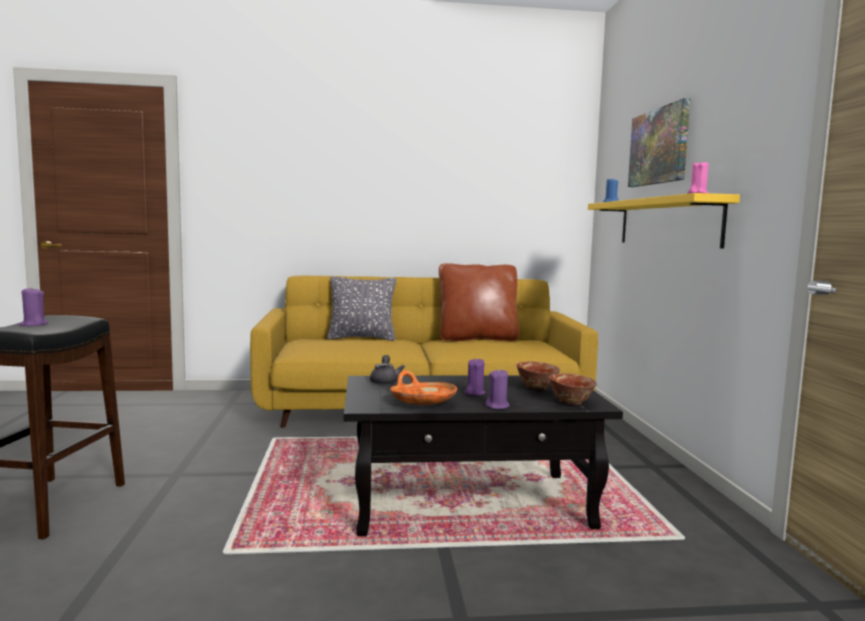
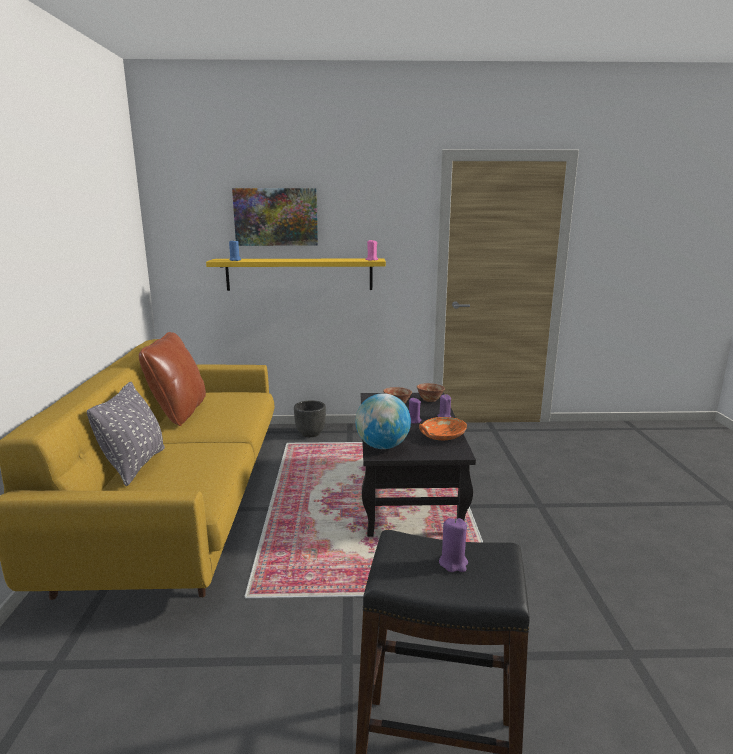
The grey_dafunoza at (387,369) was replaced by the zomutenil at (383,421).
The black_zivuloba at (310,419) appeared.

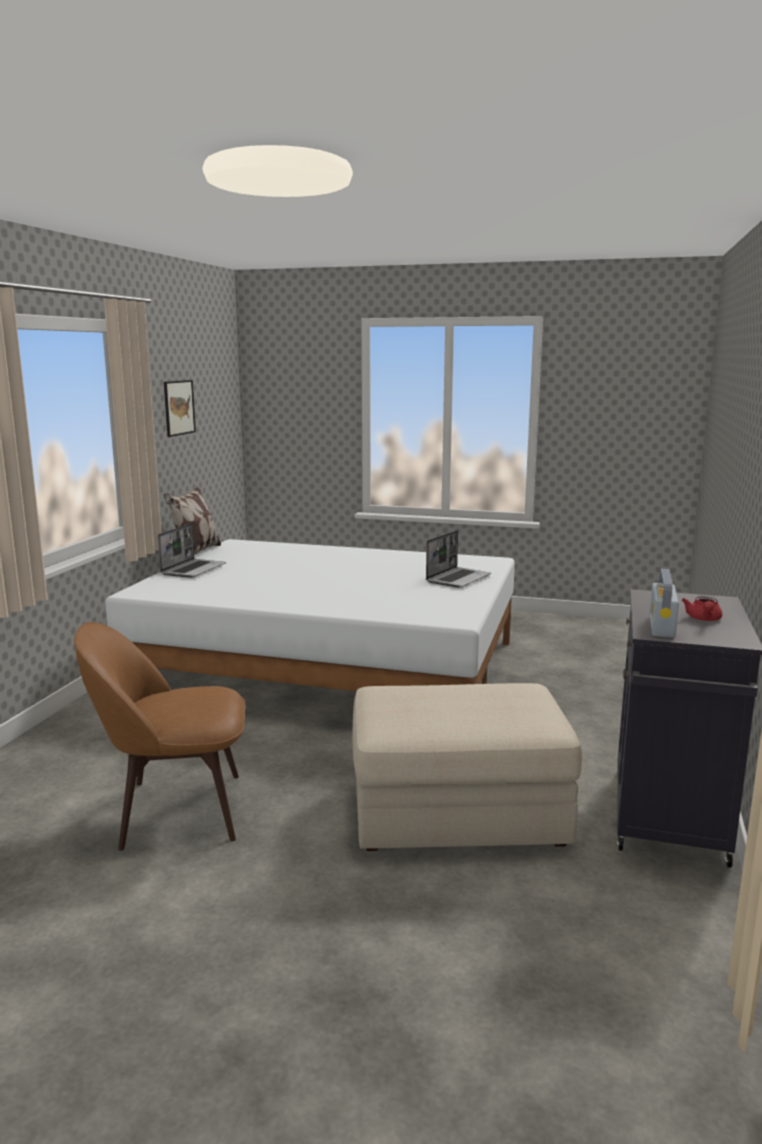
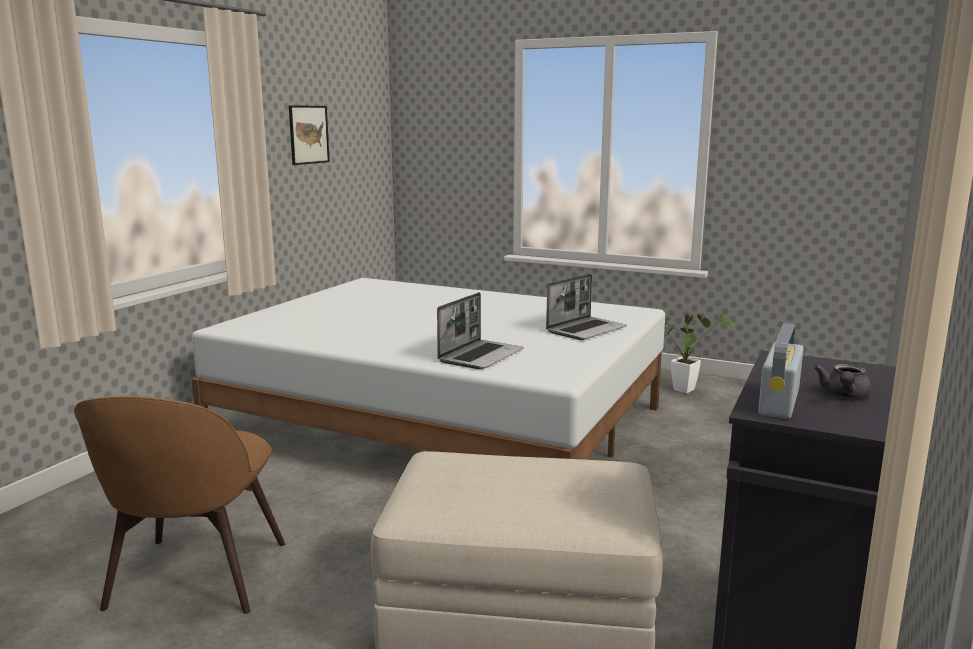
The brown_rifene at (159,736) turned 90 degrees counterclockwise.
The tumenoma moved from (192,550) to (480,330).
The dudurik at (192,521) disappeared.
The red_dafunoza at (702,608) became the grey_dafunoza at (843,381).
The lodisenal at (699,354) appeared.

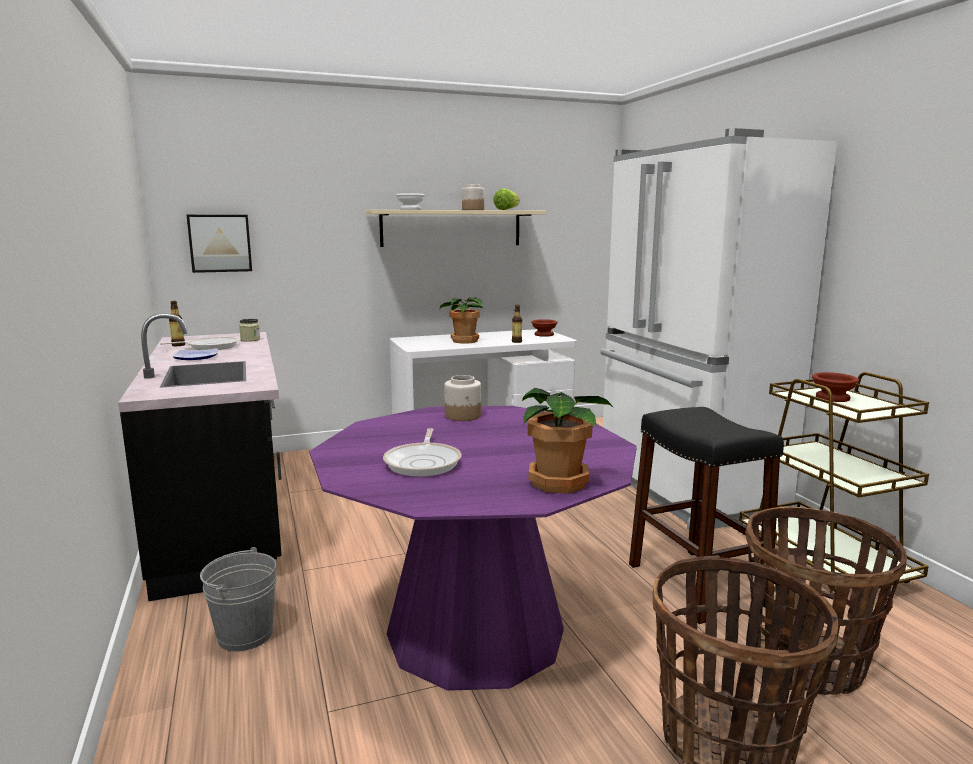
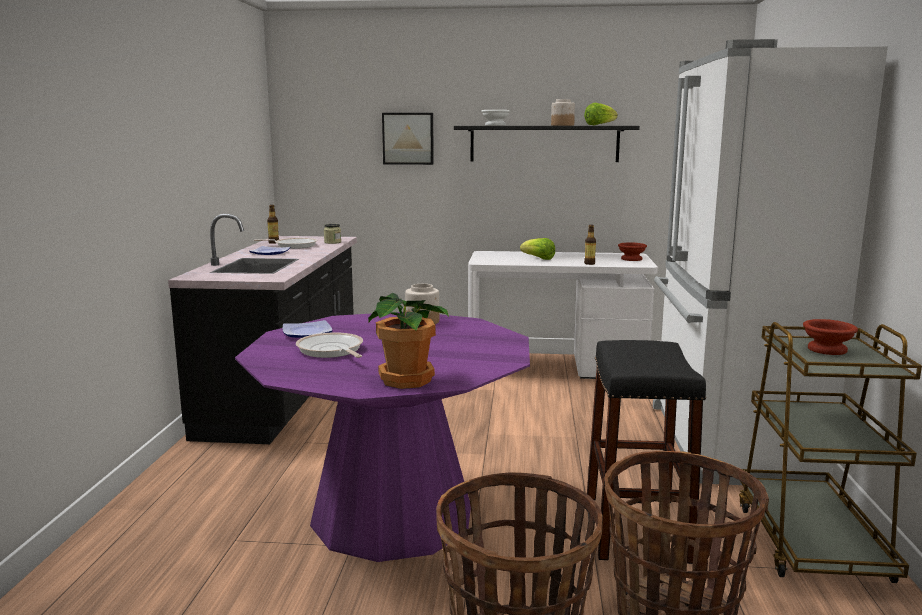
The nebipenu moved from (219,244) to (408,139).
The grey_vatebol at (238,599) disappeared.
The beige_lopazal at (456,228) became the black_lopazal at (547,144).
The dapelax at (422,452) turned 120 degrees clockwise.
The lodisenal at (461,320) was replaced by the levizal at (537,249).
The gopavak at (307,329) appeared.

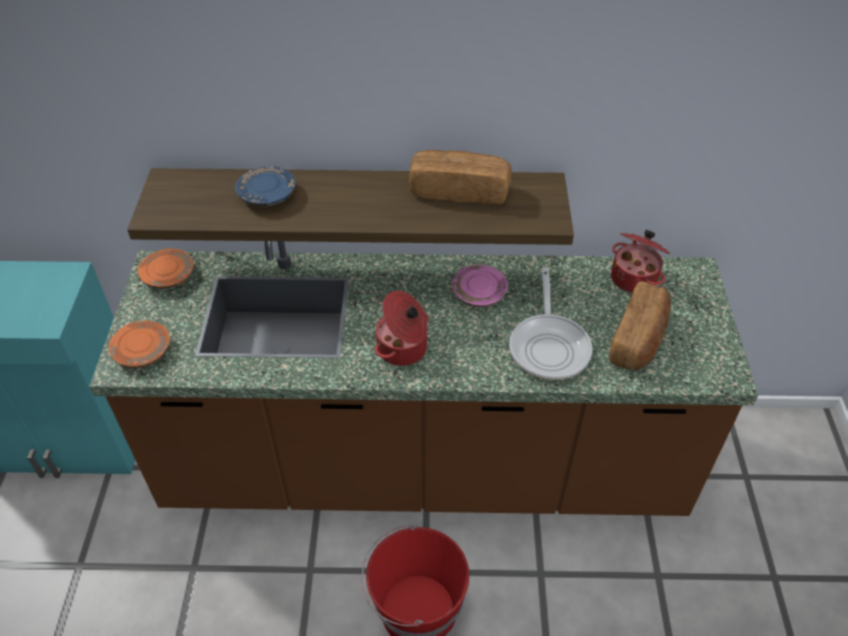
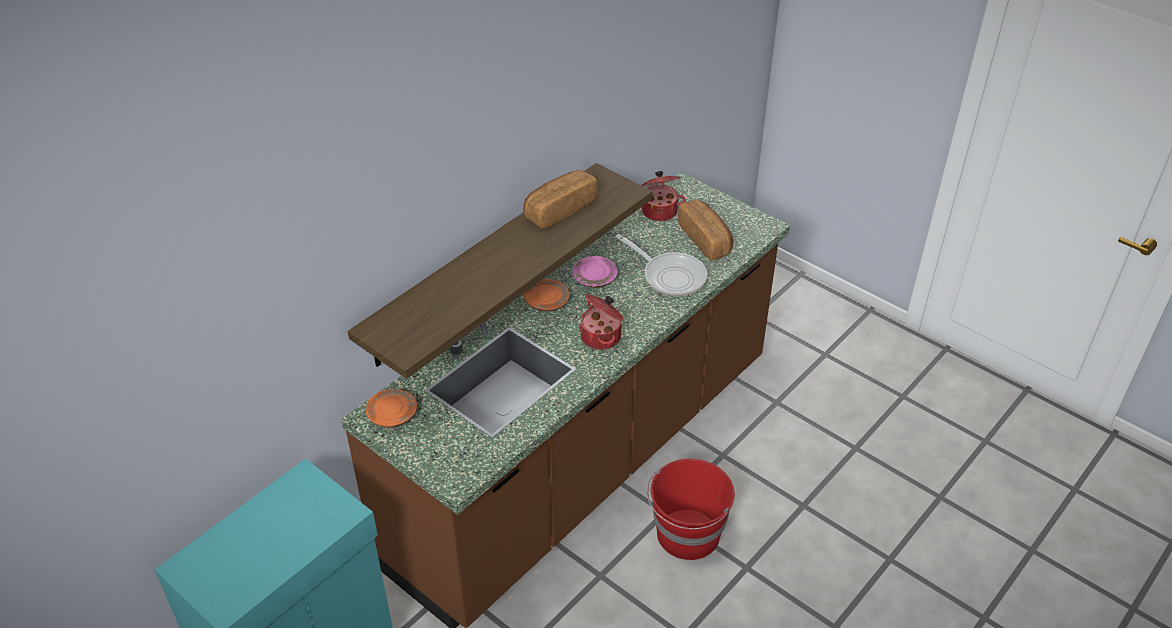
The orange_gopavak moved from (139,344) to (547,295).
The blue_gopavak at (265,186) disappeared.

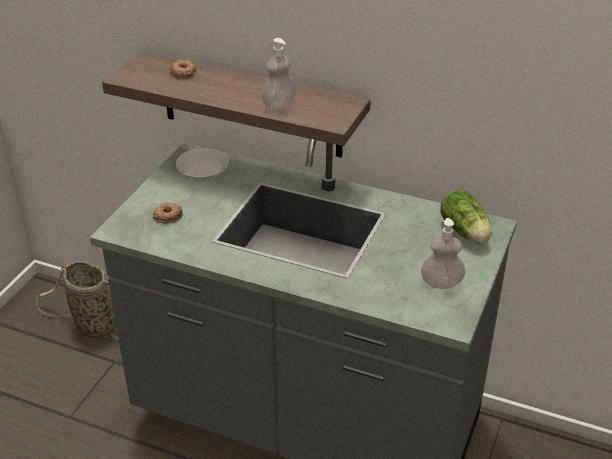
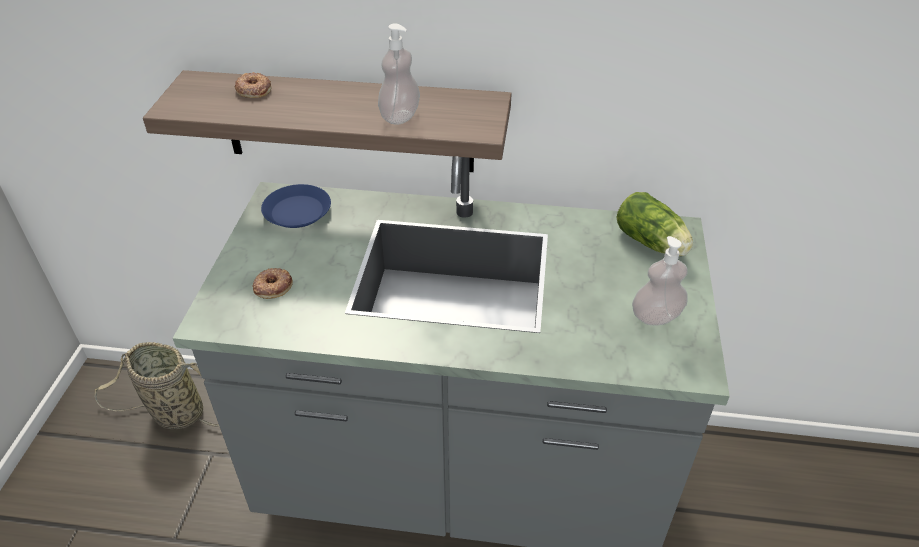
The white_gopavak at (202,163) became the blue_gopavak at (296,206).

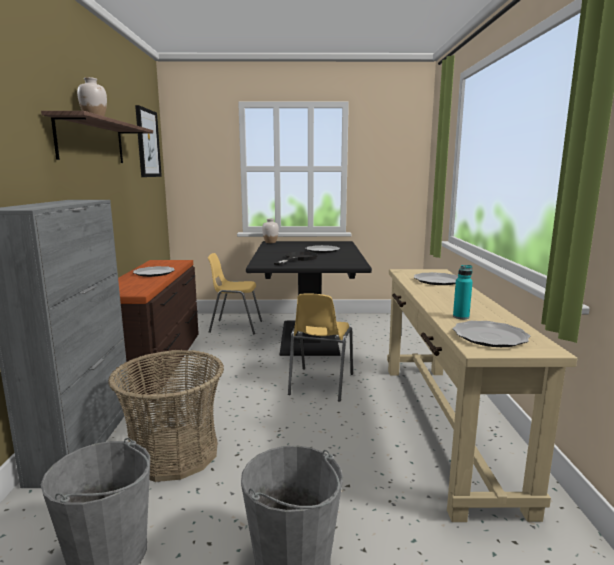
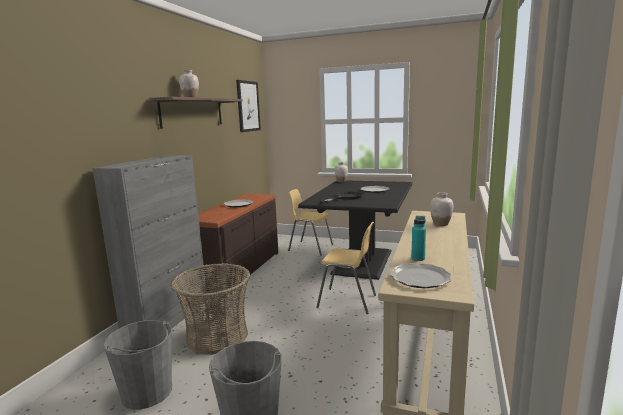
The yellow_rifene at (320,347) turned 105 degrees counterclockwise.
The gopavak at (436,278) was replaced by the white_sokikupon at (441,209).

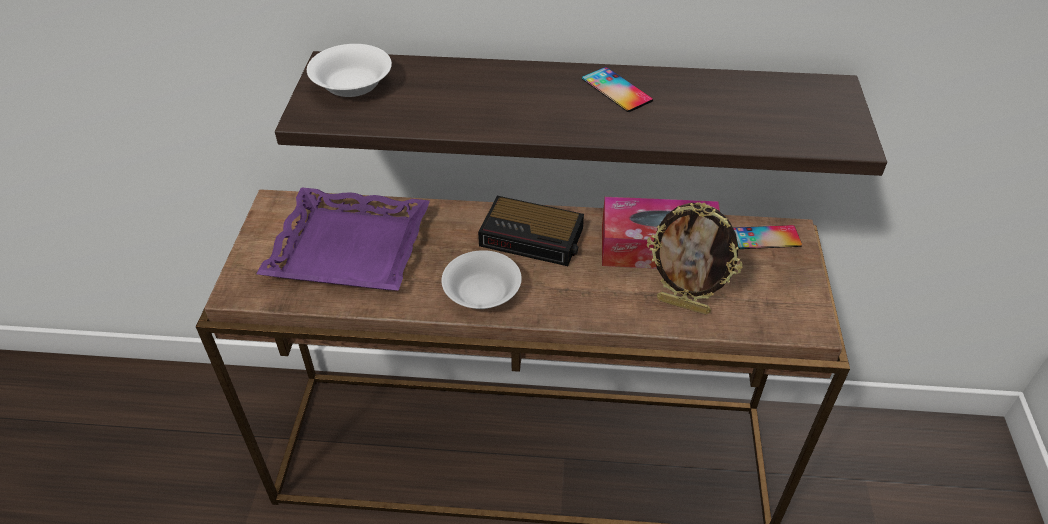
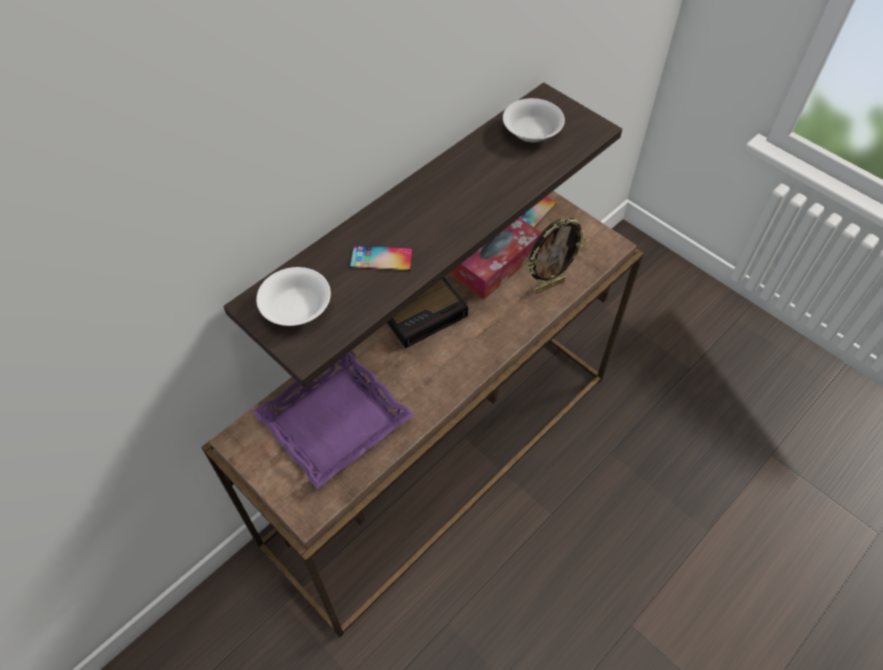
The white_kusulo moved from (481,279) to (534,120).
The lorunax moved from (617,89) to (381,258).

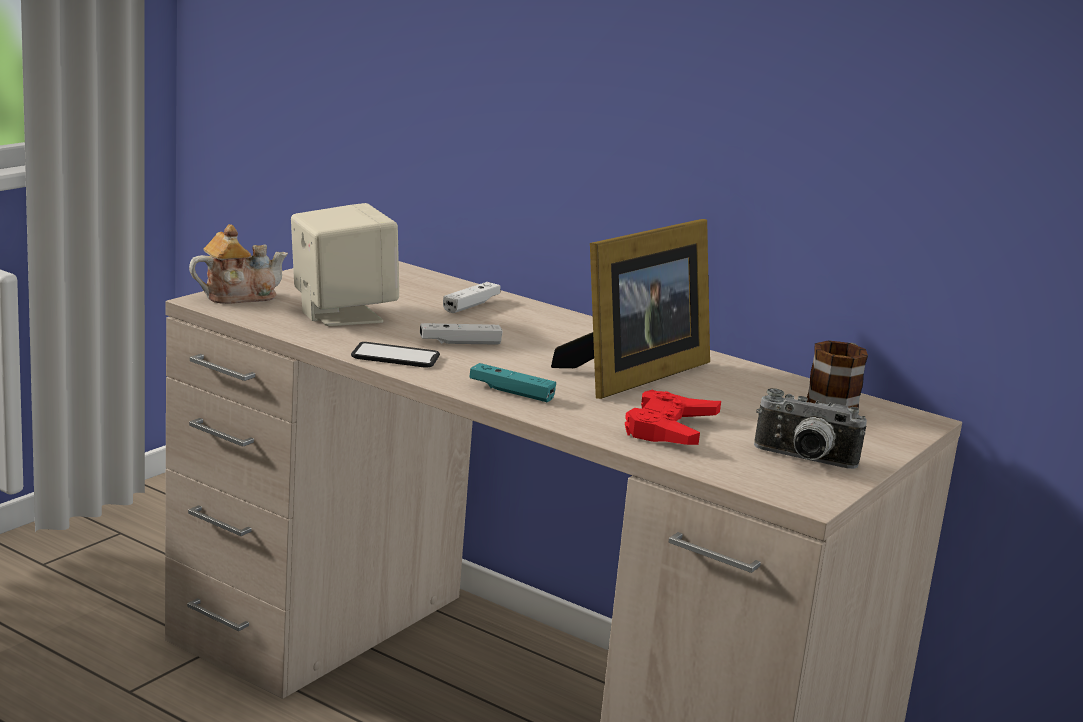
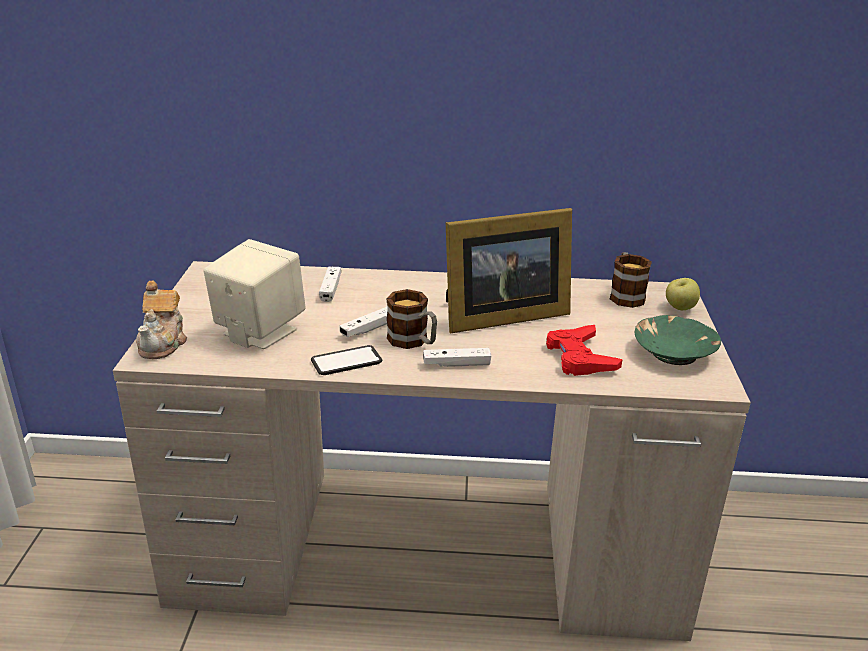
The dafunoza at (238,264) turned 150 degrees clockwise.
The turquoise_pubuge at (512,382) became the white_pubuge at (457,357).
The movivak at (630,309) turned 60 degrees clockwise.
The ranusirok at (810,428) was replaced by the green_kusulo at (678,340).
The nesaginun at (411,319) appeared.
The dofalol at (683,294) appeared.

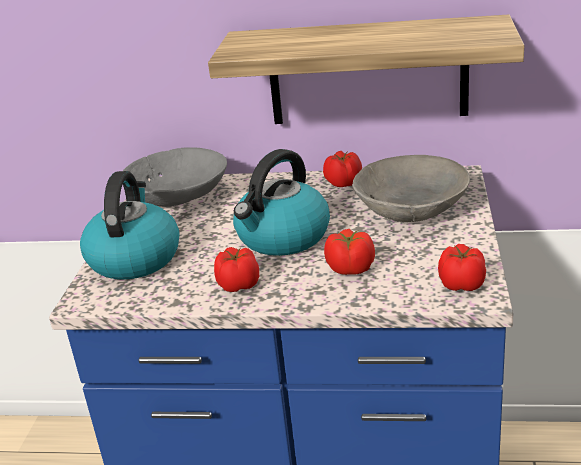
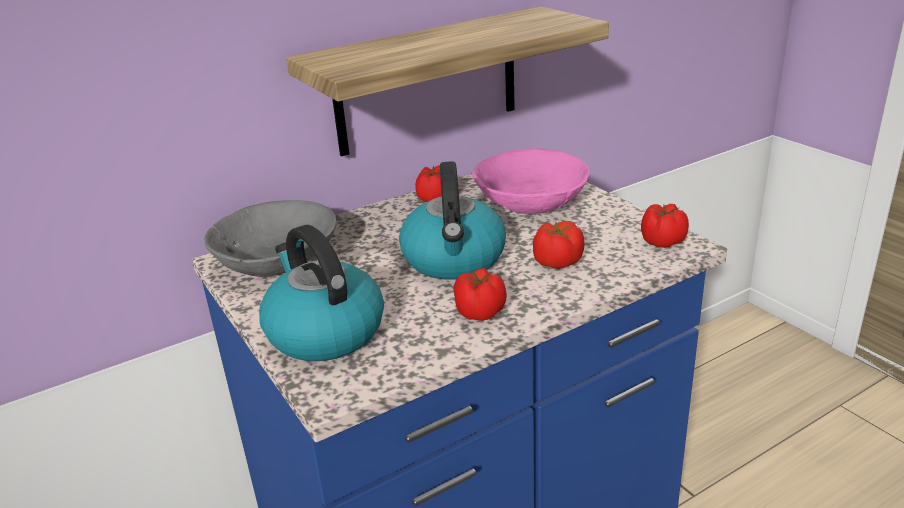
The grey_kusulo at (411,188) became the pink_kusulo at (531,181).

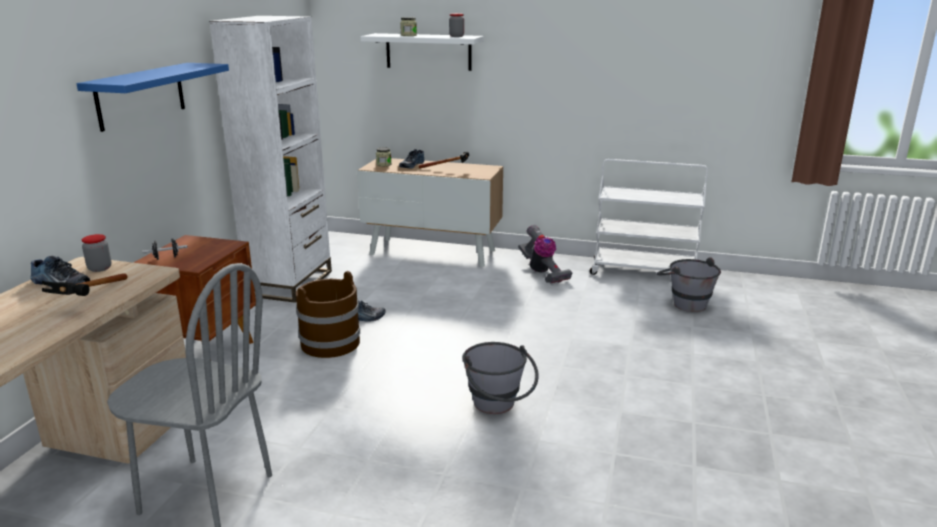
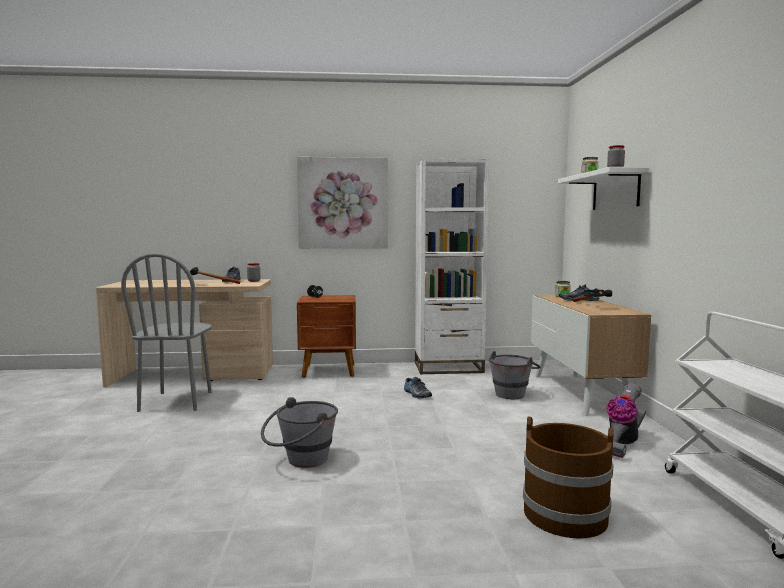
The blue_lopazal at (153,97) was replaced by the nebipenu at (342,202).
The brown_vatebol moved from (328,314) to (568,477).
The grey_vatebol moved from (689,284) to (514,375).

